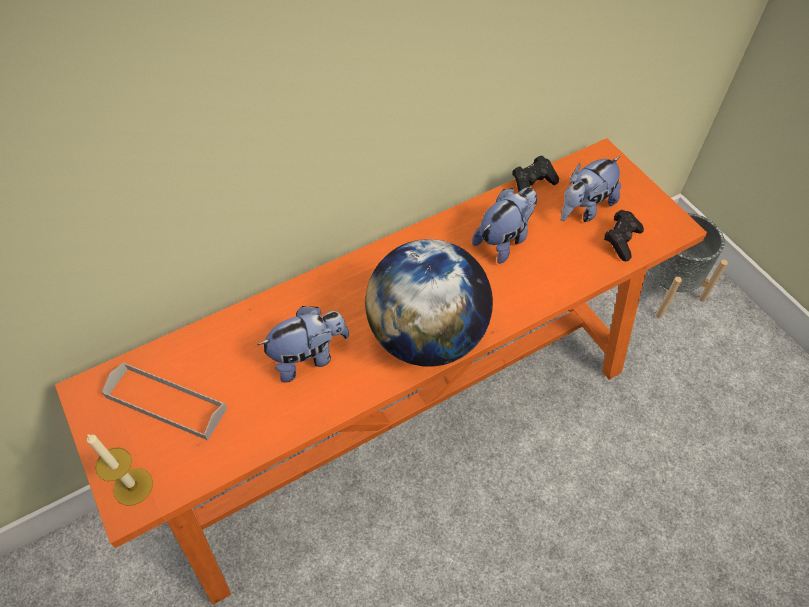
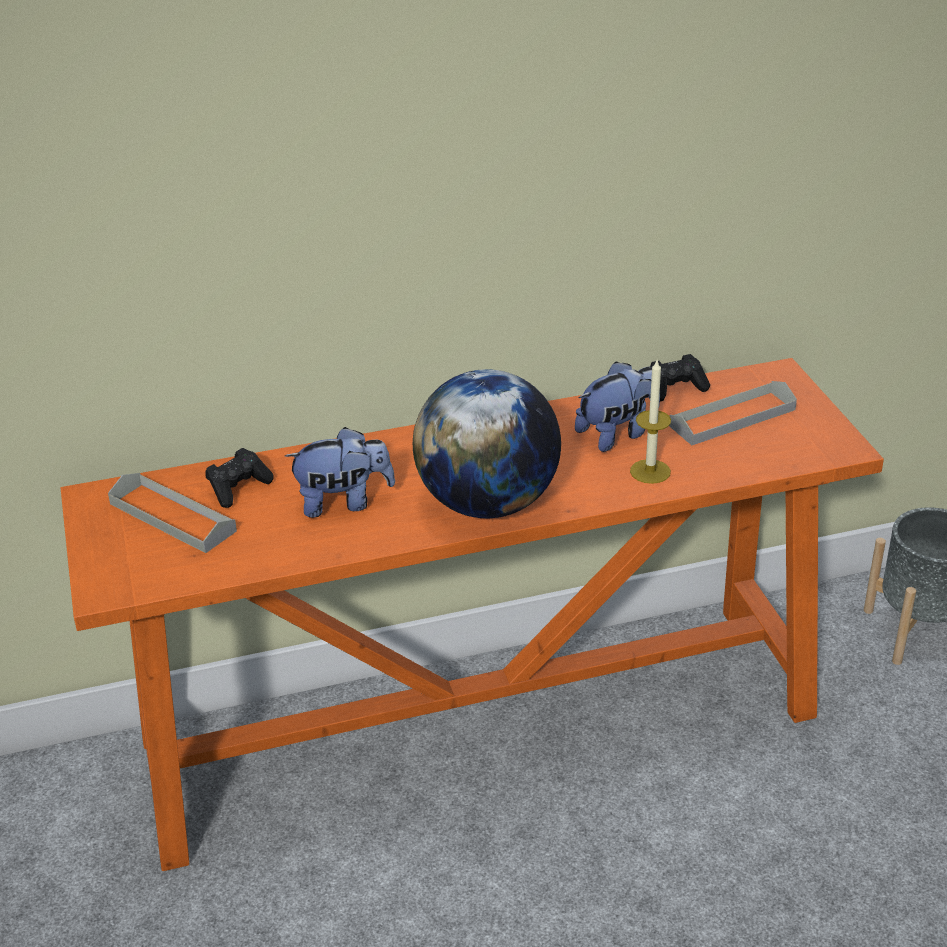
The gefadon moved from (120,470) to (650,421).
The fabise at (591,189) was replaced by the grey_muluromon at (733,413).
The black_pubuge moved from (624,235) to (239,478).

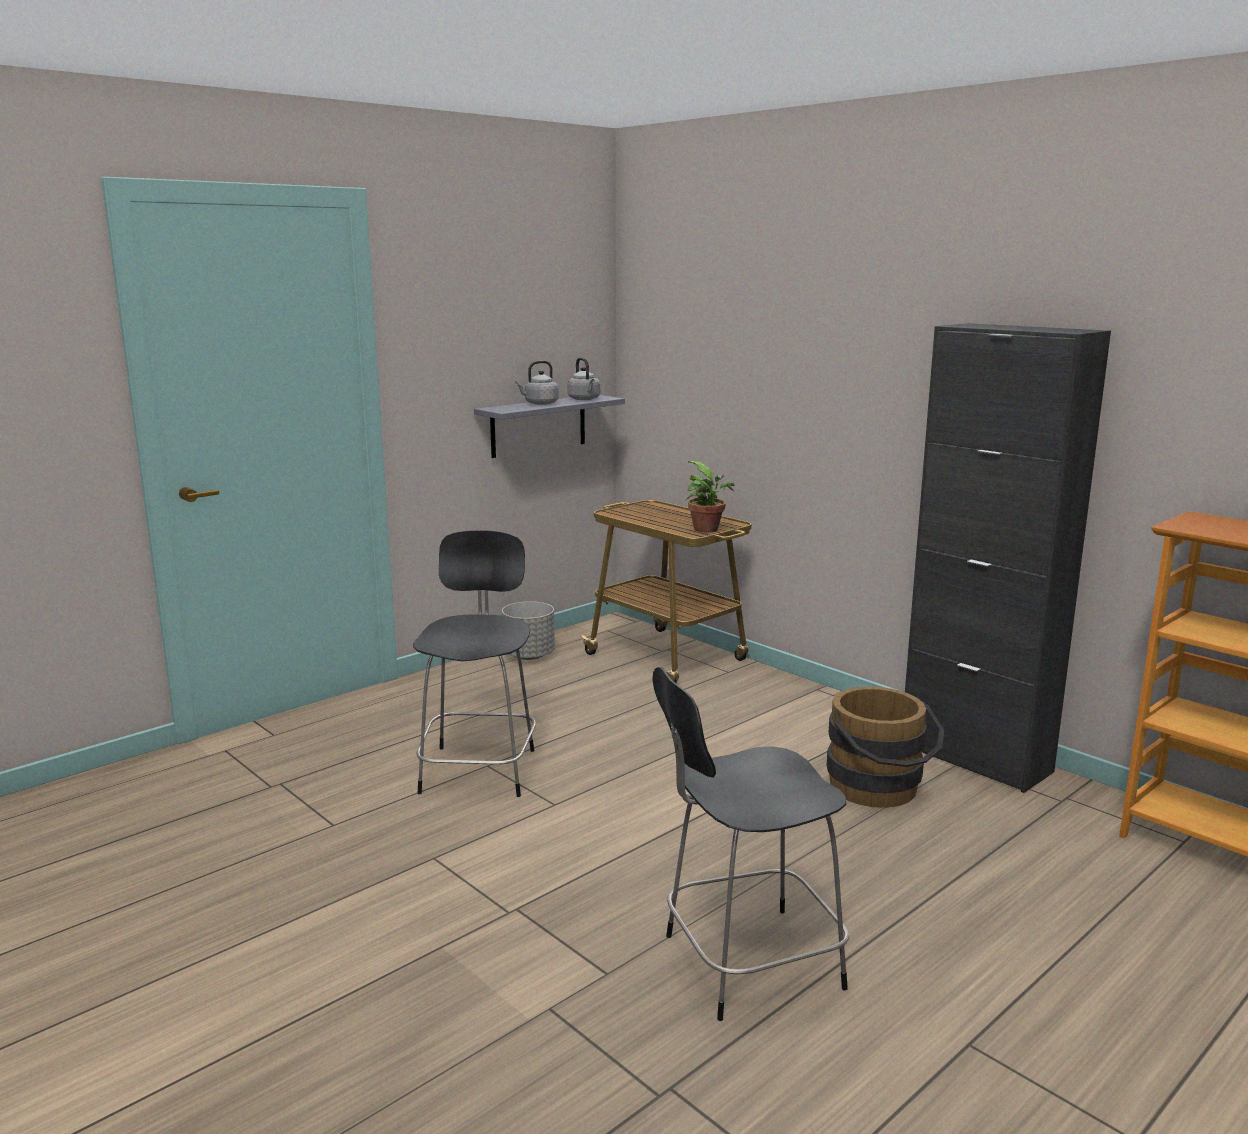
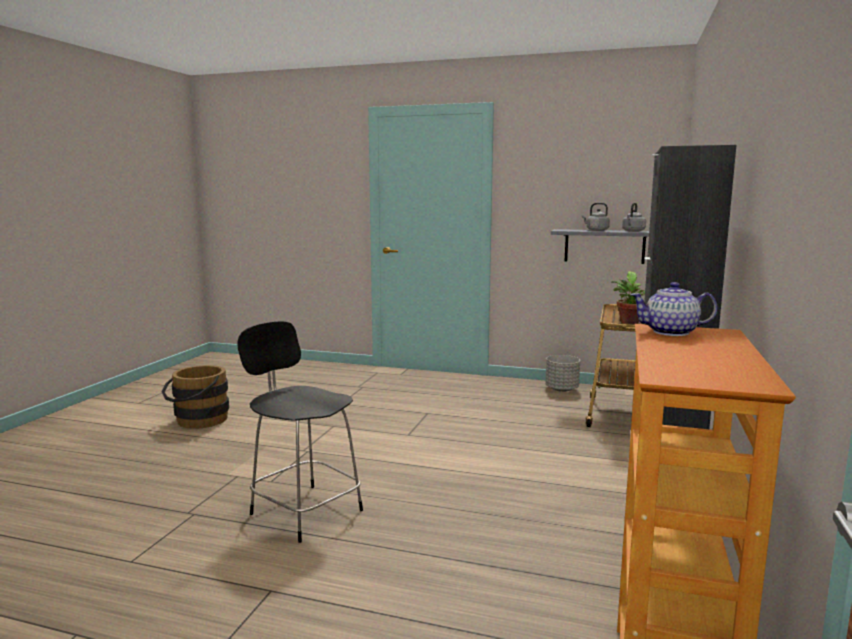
The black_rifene at (474,663) disappeared.
The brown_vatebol moved from (885,747) to (195,397).
The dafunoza at (674,309) appeared.

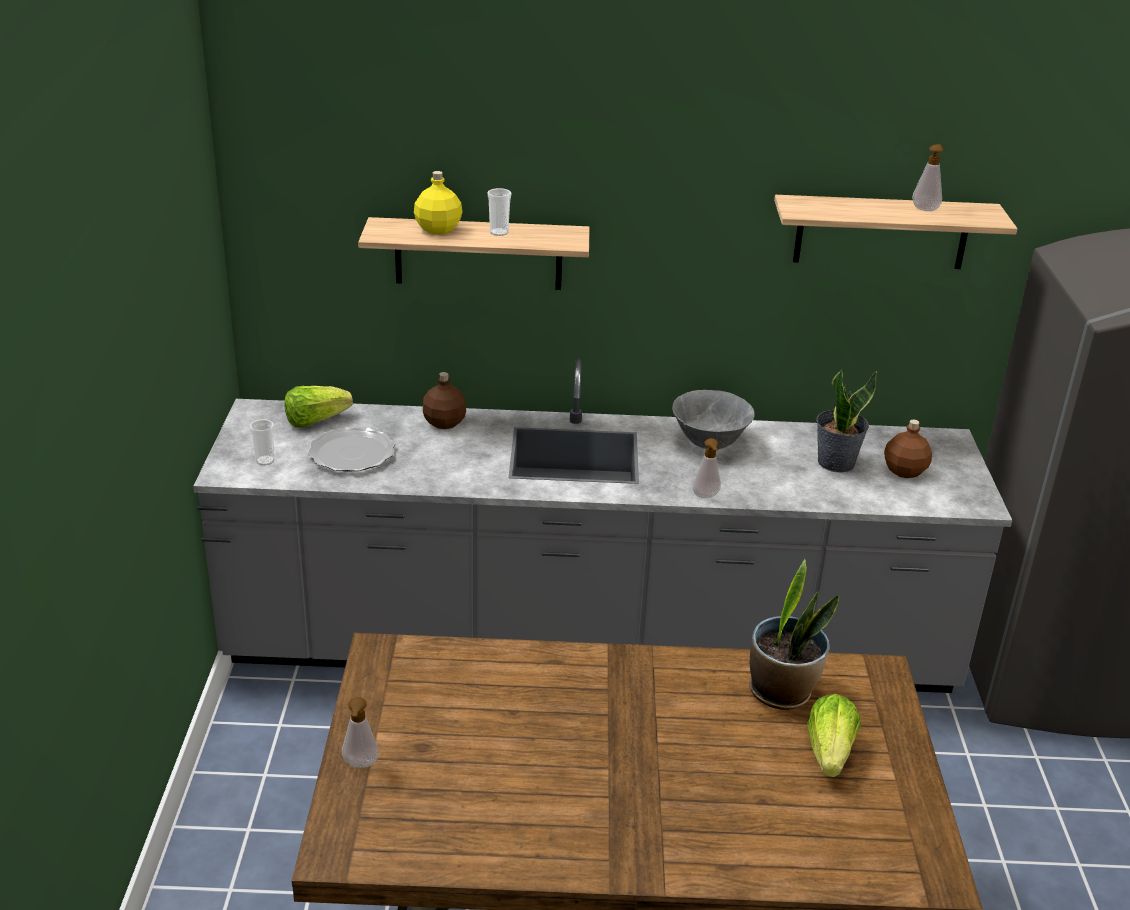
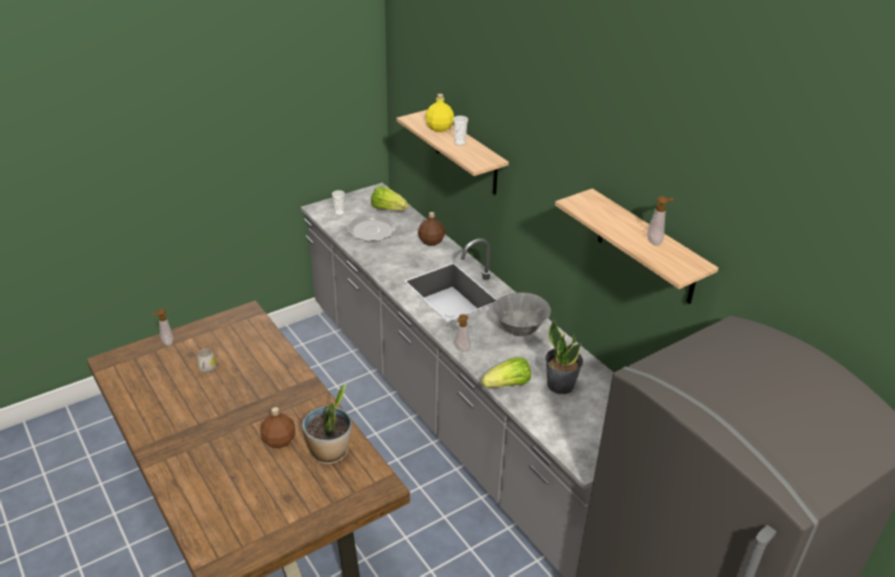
The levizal moved from (834,735) to (506,372).
The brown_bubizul moved from (908,449) to (278,427).
The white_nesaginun at (207,361) appeared.

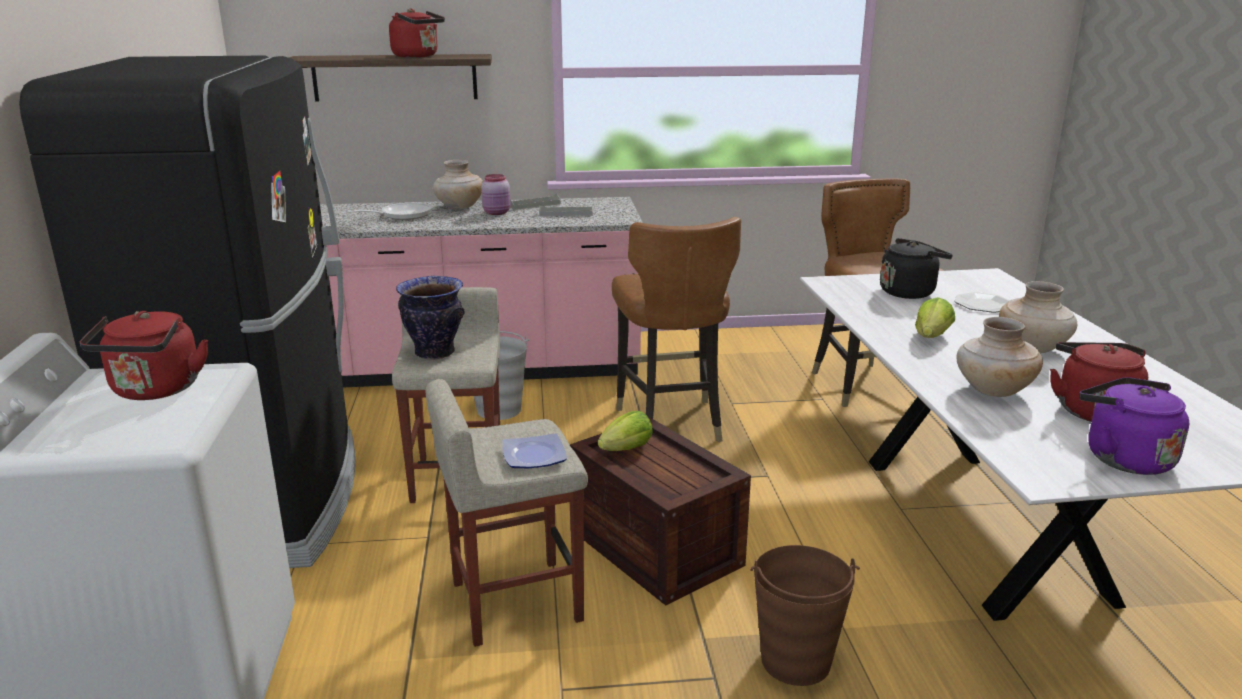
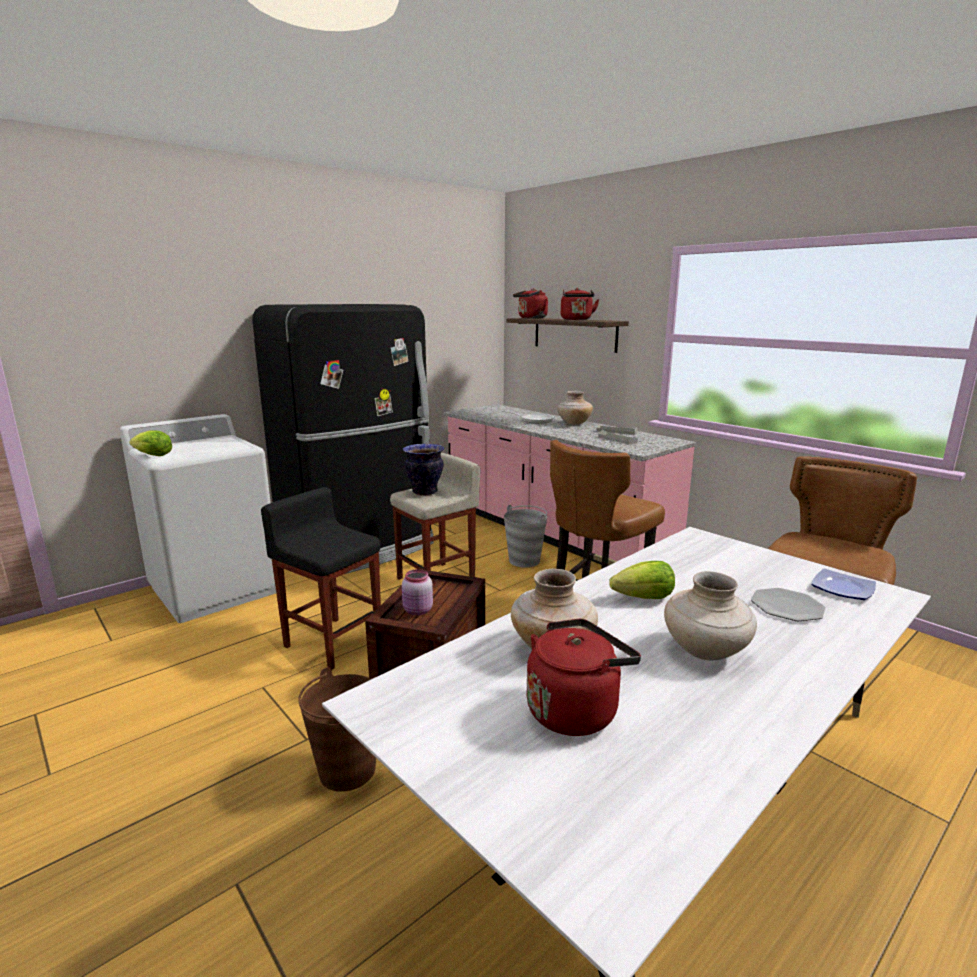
The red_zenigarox moved from (144,355) to (530,303).
The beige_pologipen at (507,513) became the black_pologipen at (321,578).
The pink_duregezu moved from (495,194) to (417,592).
The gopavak moved from (535,450) to (843,584).
The levizal moved from (625,431) to (150,443).
The black_zenigarox at (916,268) disappeared.
The purple_zenigarox at (1134,426) disappeared.

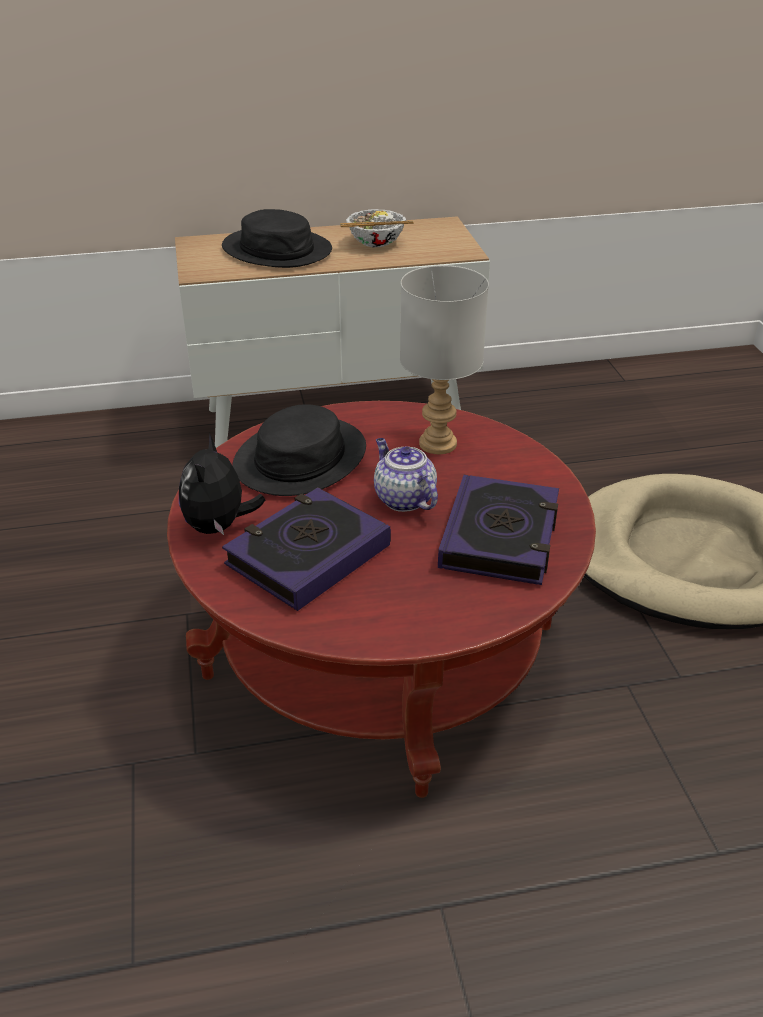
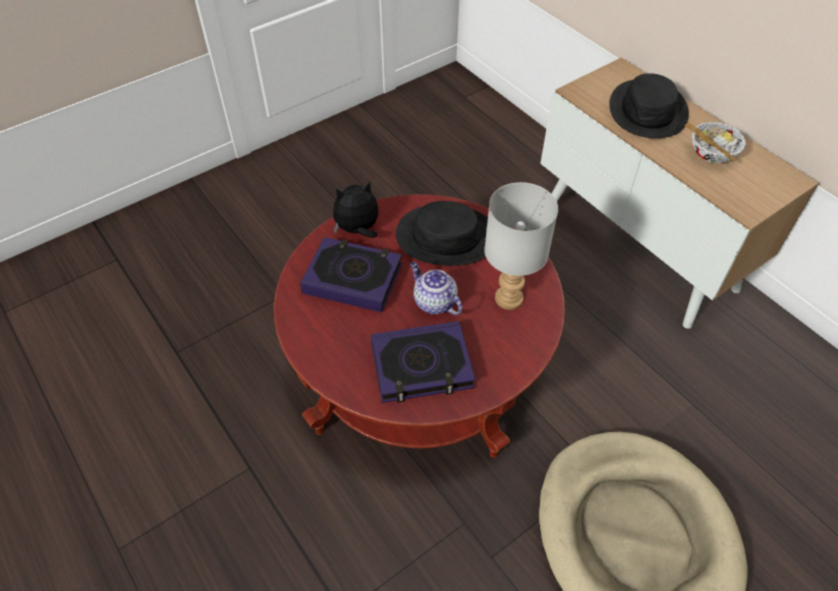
The dafunoza at (406,475) turned 75 degrees counterclockwise.

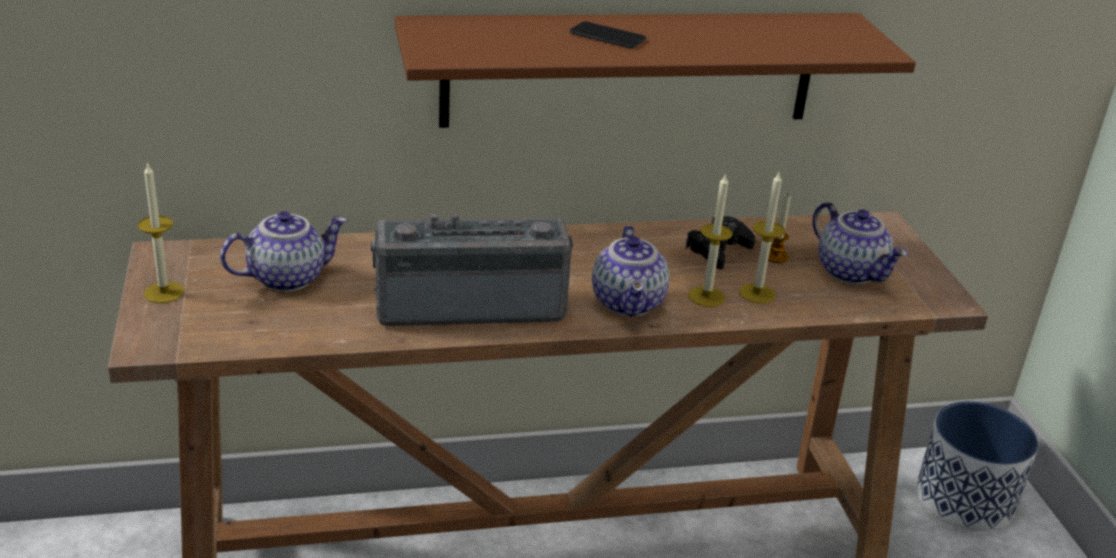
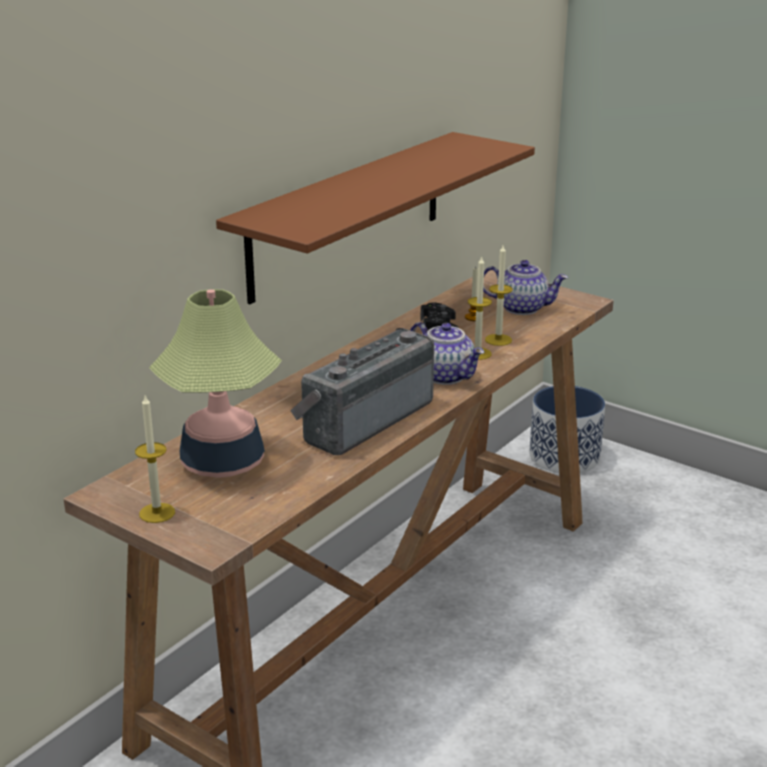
The dafunoza at (283,251) was replaced by the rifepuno at (215,383).
The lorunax at (608,34) disappeared.

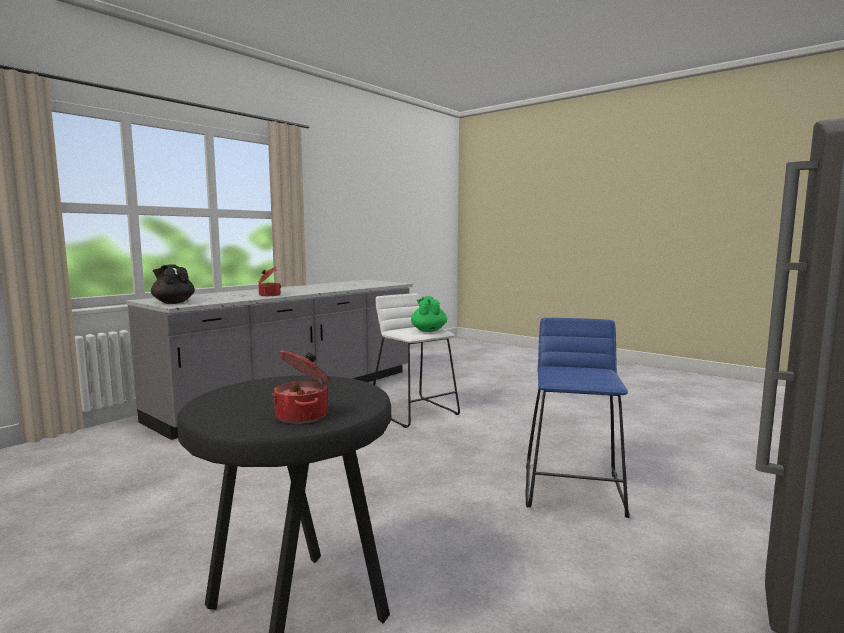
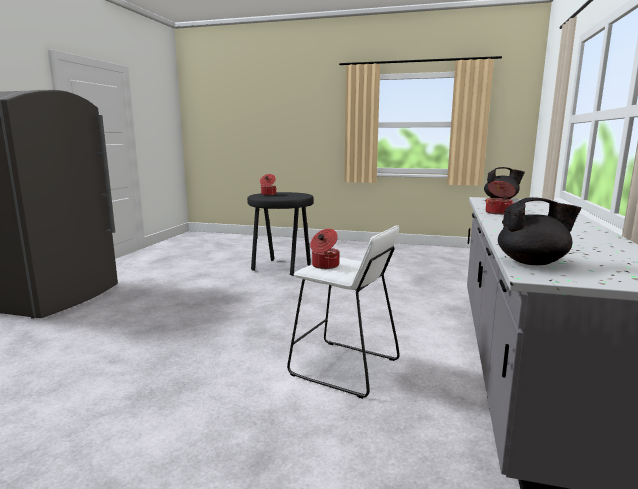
The green_dafunoza at (429,314) was replaced by the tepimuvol at (324,249).
The blue_pologipen at (577,418) disappeared.
The black_dafunoza at (539,231) appeared.

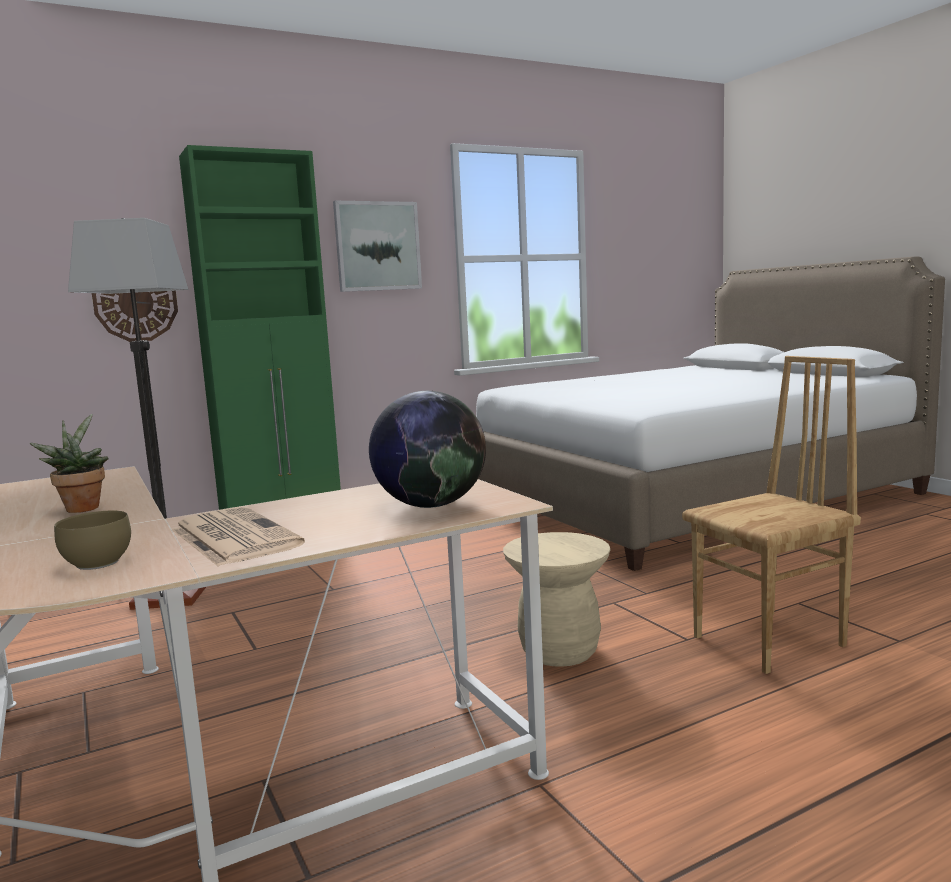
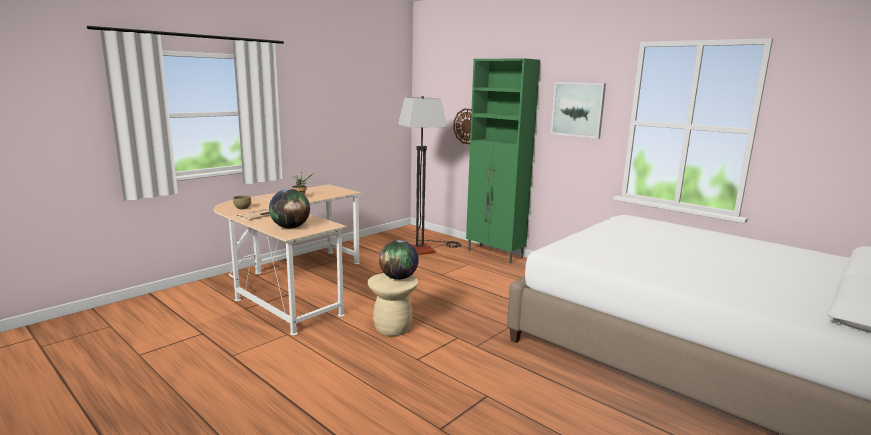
The brown_rifene at (771,515) disappeared.
The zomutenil at (399,260) appeared.

